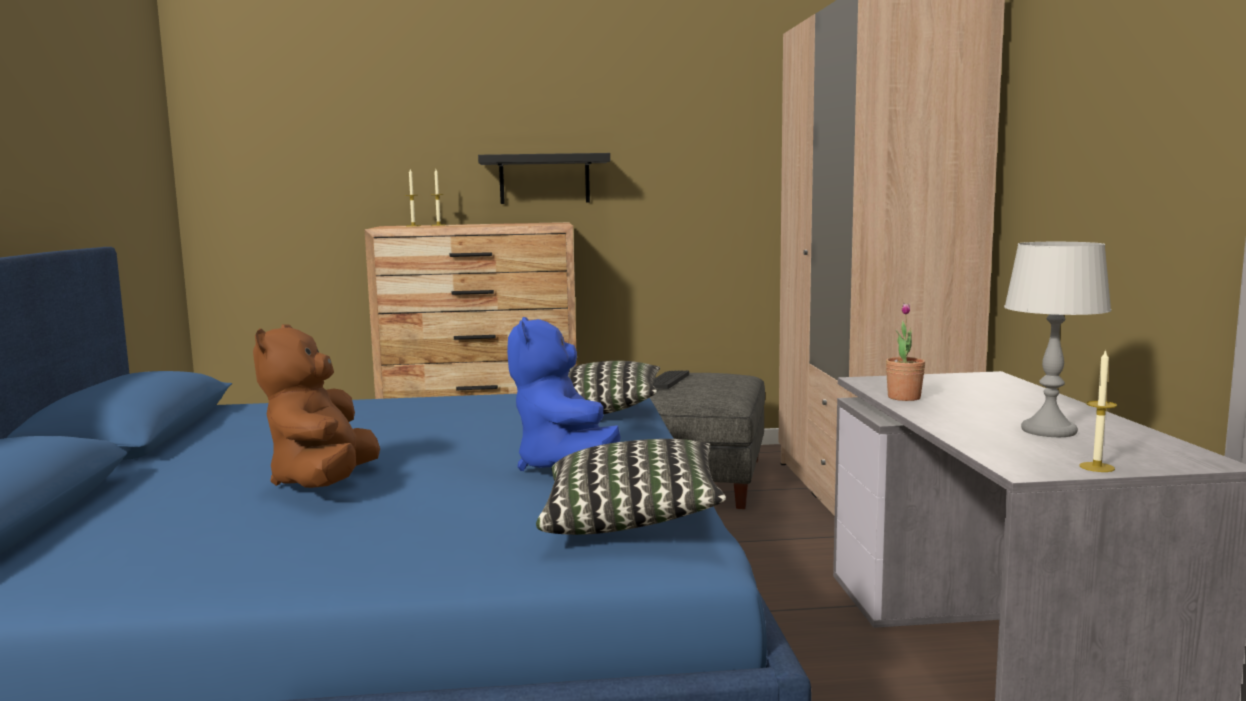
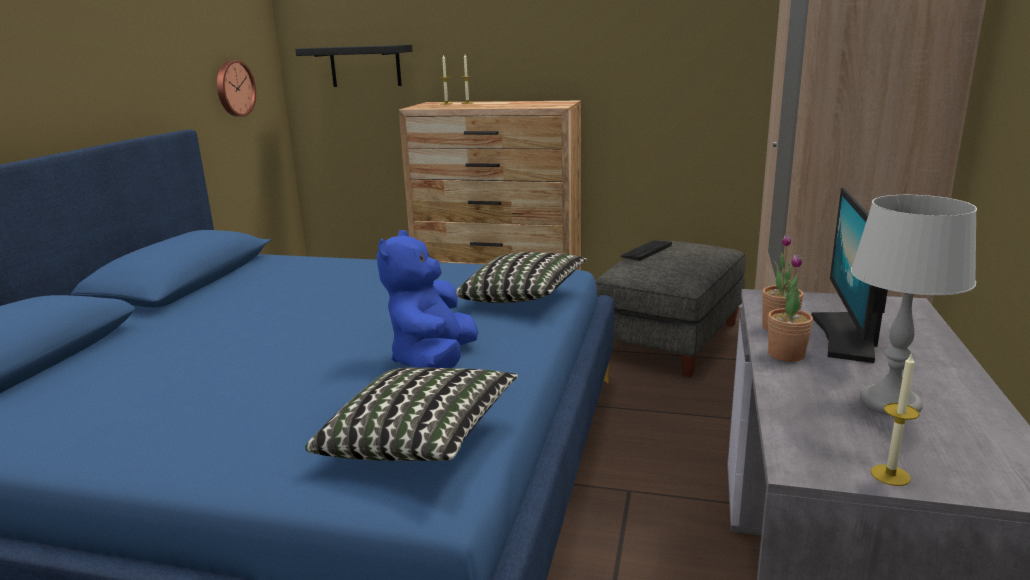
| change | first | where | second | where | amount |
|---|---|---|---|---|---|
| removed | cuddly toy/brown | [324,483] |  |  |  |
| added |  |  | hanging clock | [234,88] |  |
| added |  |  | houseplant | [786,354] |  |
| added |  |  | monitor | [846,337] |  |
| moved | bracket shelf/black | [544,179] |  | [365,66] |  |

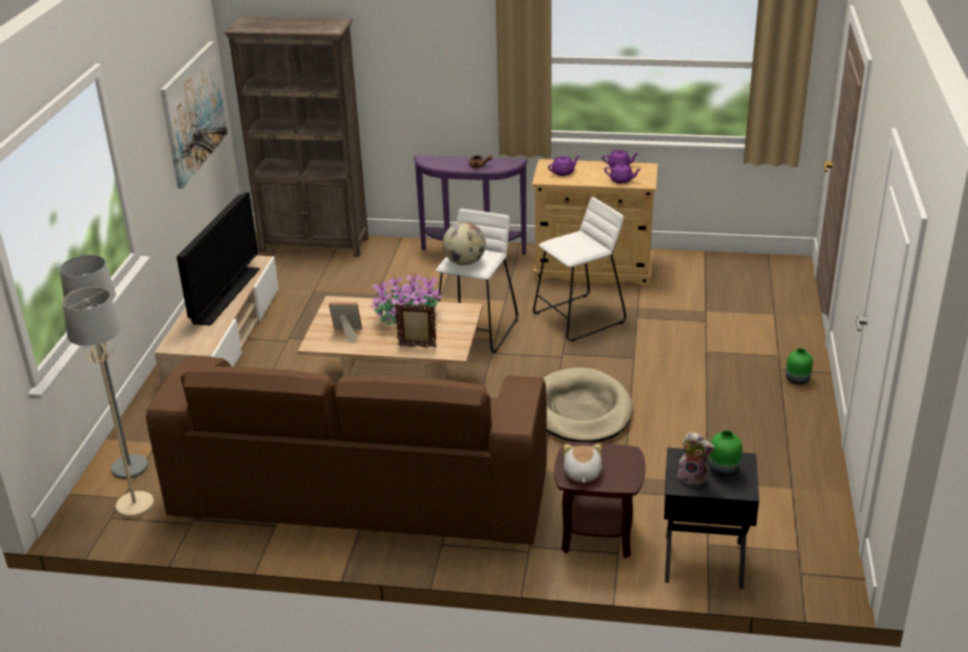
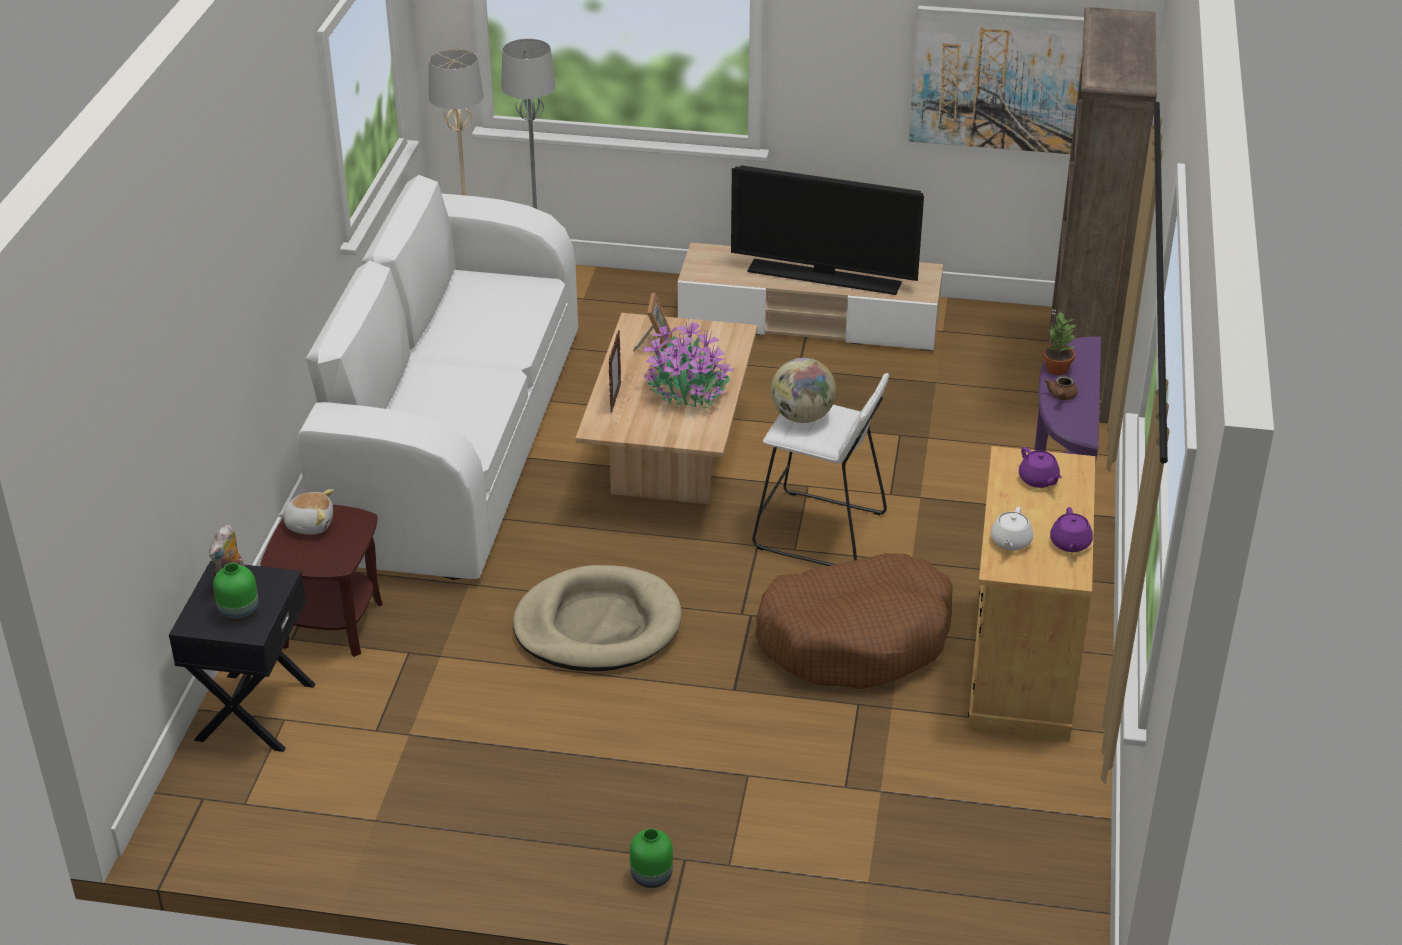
| change | first | where | second | where | amount |
|---|---|---|---|---|---|
| added |  |  | houseplant | [1056,368] |  |
| replaced | stool seat/whitish | [579,318] | pet bed/brown | [856,638] |  |
| recoloured | couch/brown | [361,494] | couch/whitish | [455,442] |  |
| recoloured | teapot/purple | [621,180] | teapot/whitish | [1010,542] |  |

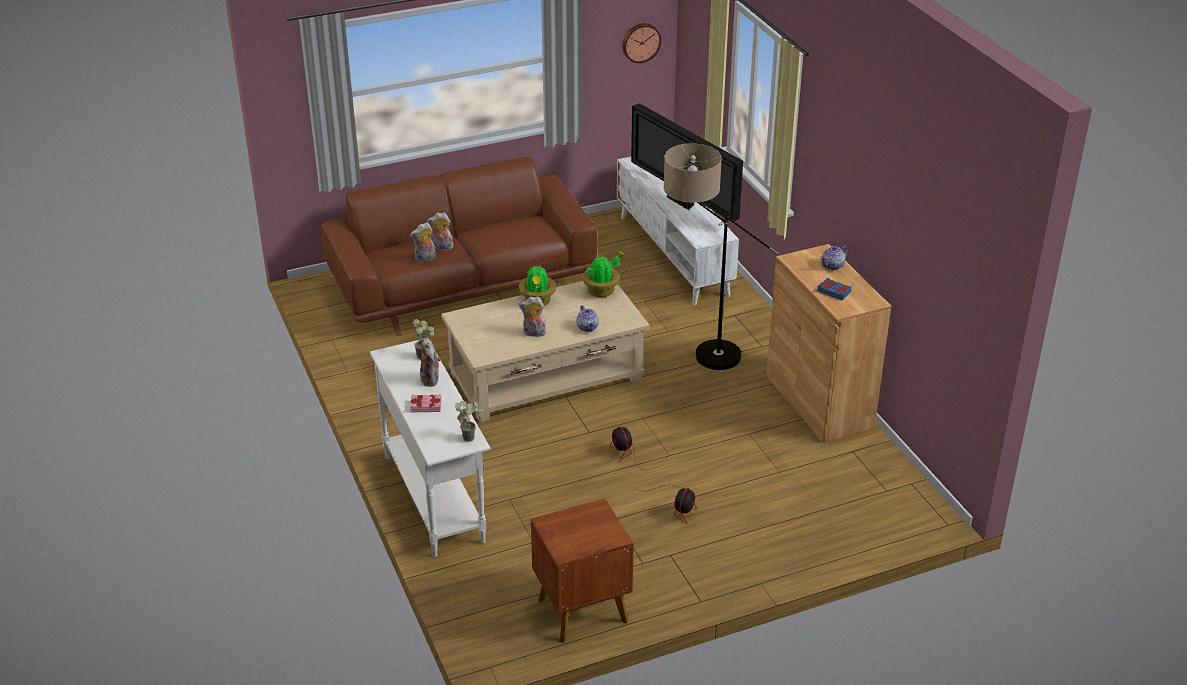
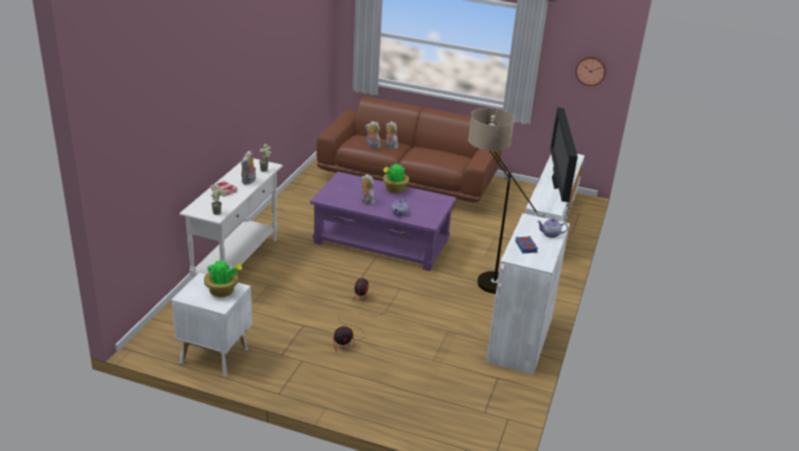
| change | first | where | second | where | amount |
|---|---|---|---|---|---|
| moved | houseplant | [602,291] |  | [223,291] |  |
| recoloured | lounge table/sand-coloured | [546,376] | lounge table/purple | [382,242] |  |
| recoloured | night table/brown | [581,610] | night table/whitish | [214,355] |  |
| recoloured | cupboard/brown | [819,401] | cupboard/whitish | [520,340] |  |

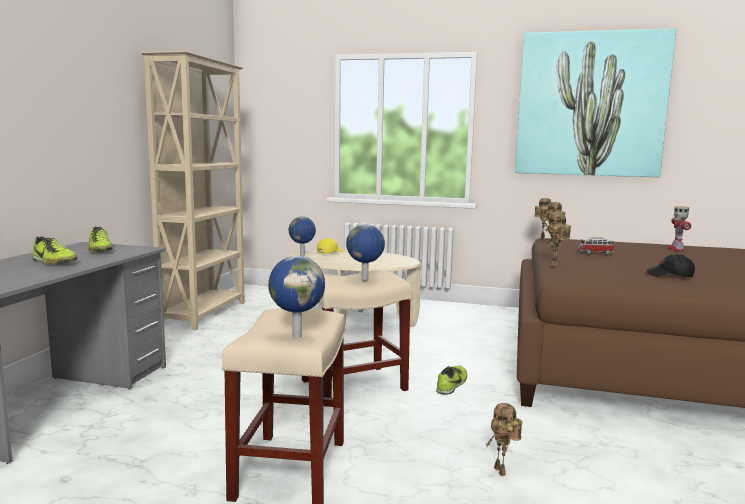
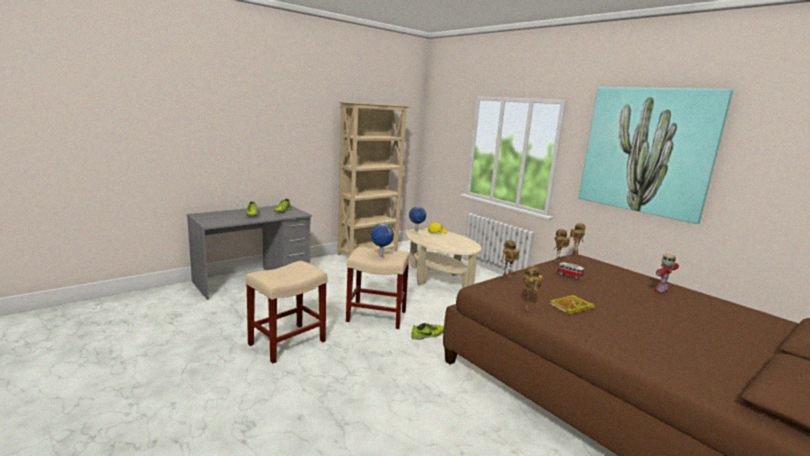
| change | first | where | second | where | amount |
|---|---|---|---|---|---|
| removed | globe | [297,336] |  |  |  |
| moved | model robot | [502,471] |  | [527,308] |  |
| replaced | baseball cap/black | [670,275] | volume | [570,307] |  |

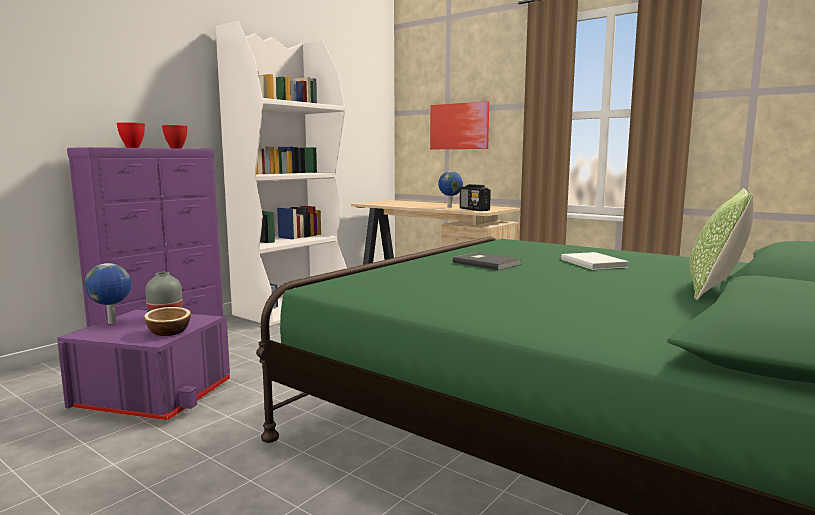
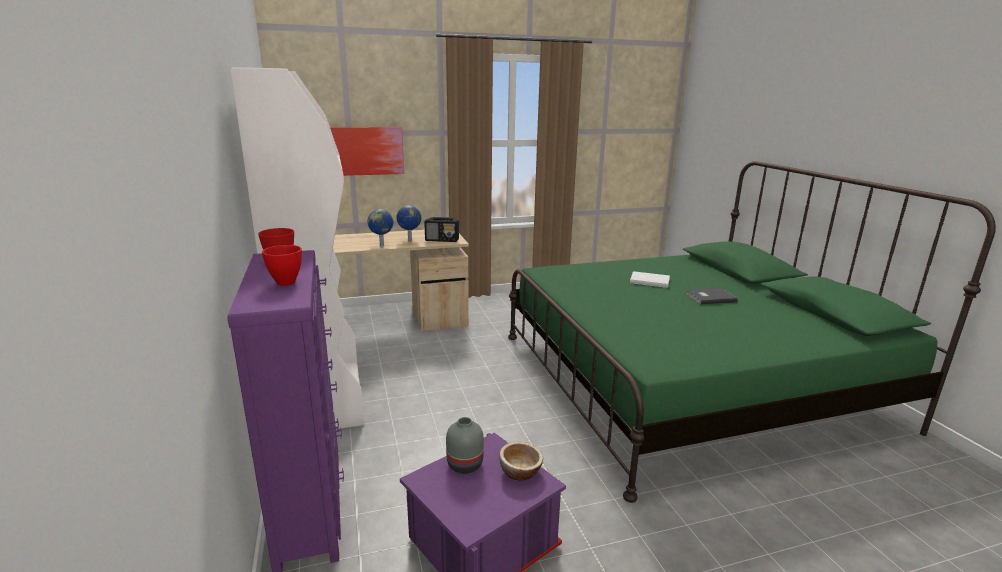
| change | first | where | second | where | amount |
|---|---|---|---|---|---|
| removed | cushion | [714,289] |  |  |  |
| moved | globe | [112,323] |  | [382,245] |  |
| moved | volume/grey | [487,263] |  | [709,297] |  |

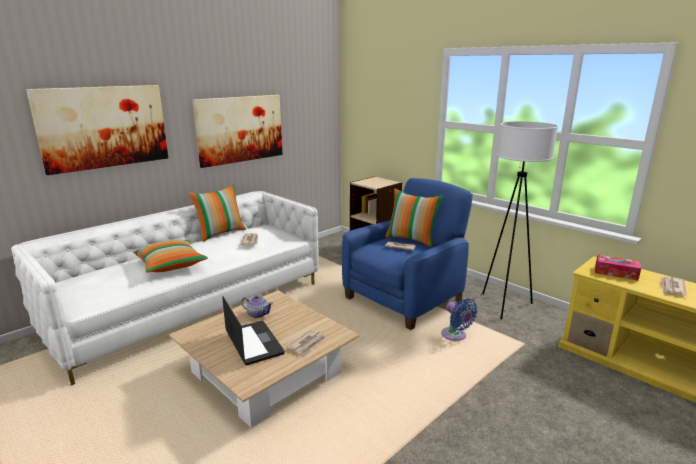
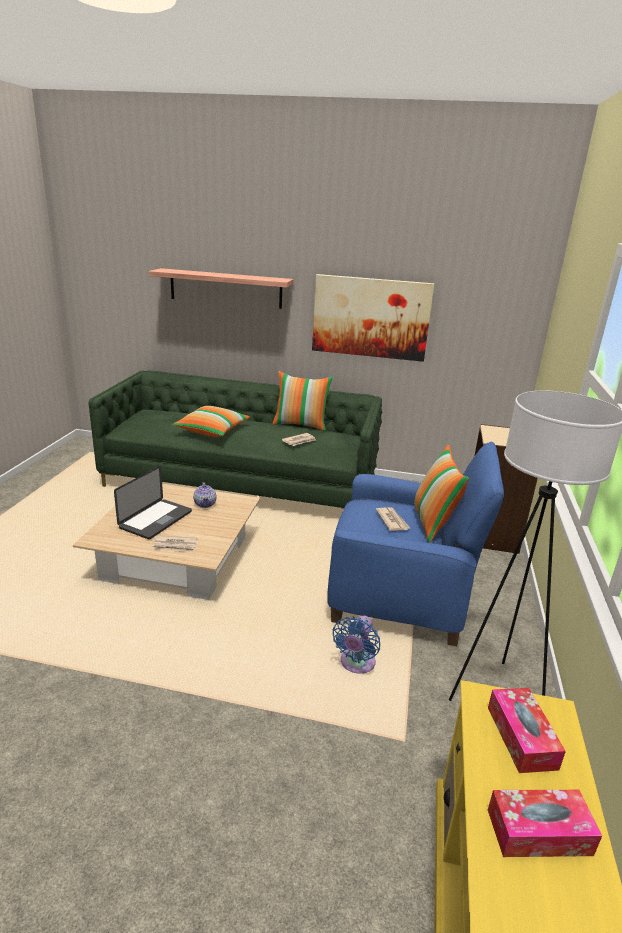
| change | first | where | second | where | amount |
|---|---|---|---|---|---|
| replaced | picture | [104,127] | bracket shelf | [225,288] |  |
| replaced | newspaper | [672,288] | tissue box | [539,832] |  |
| recoloured | couch/whitish | [192,307] | couch/greenish | [241,483] |  |

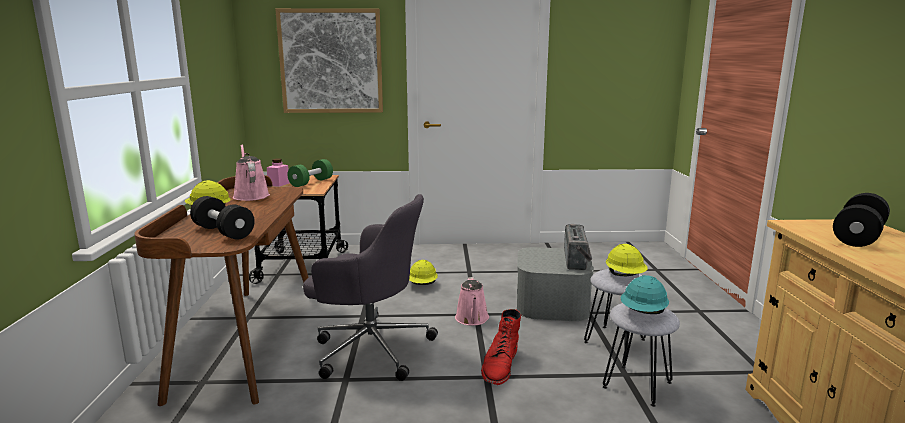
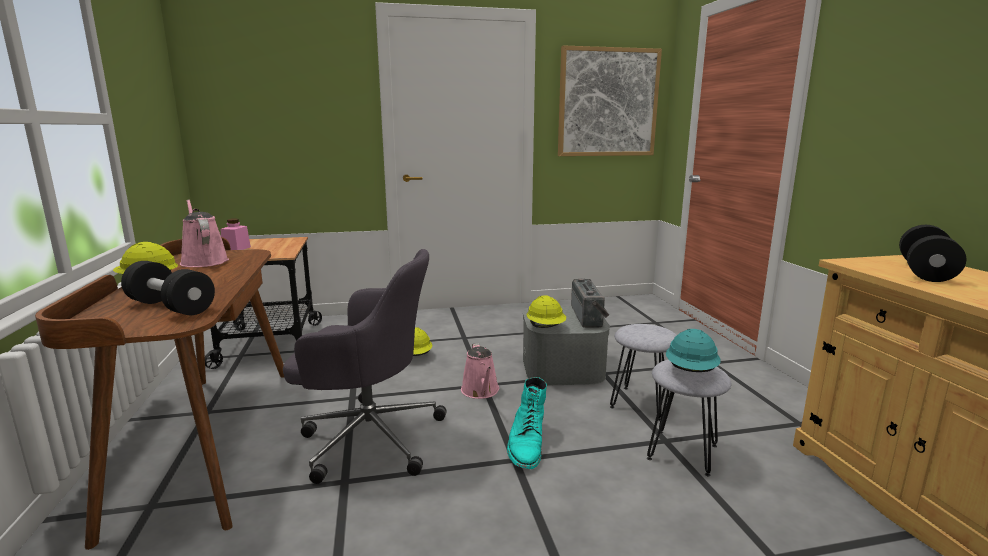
| change | first | where | second | where | amount |
|---|---|---|---|---|---|
| removed | hand weight/greenish | [311,182] |  |  |  |
| moved | picture | [331,61] |  | [608,103] |  |
| moved | safety helmet/yellow-coloured | [625,276] |  | [546,328] |  |
| recoloured | high-top boot/reddish | [500,365] | high-top boot/turquoise | [527,444] |  |

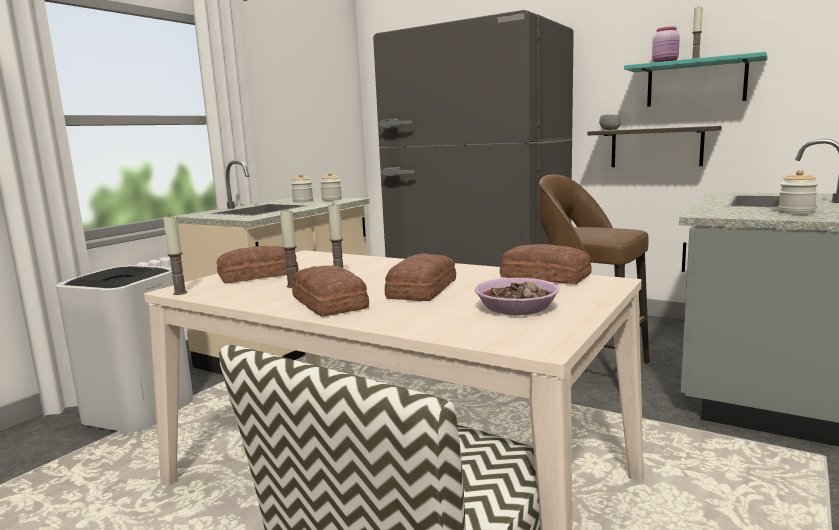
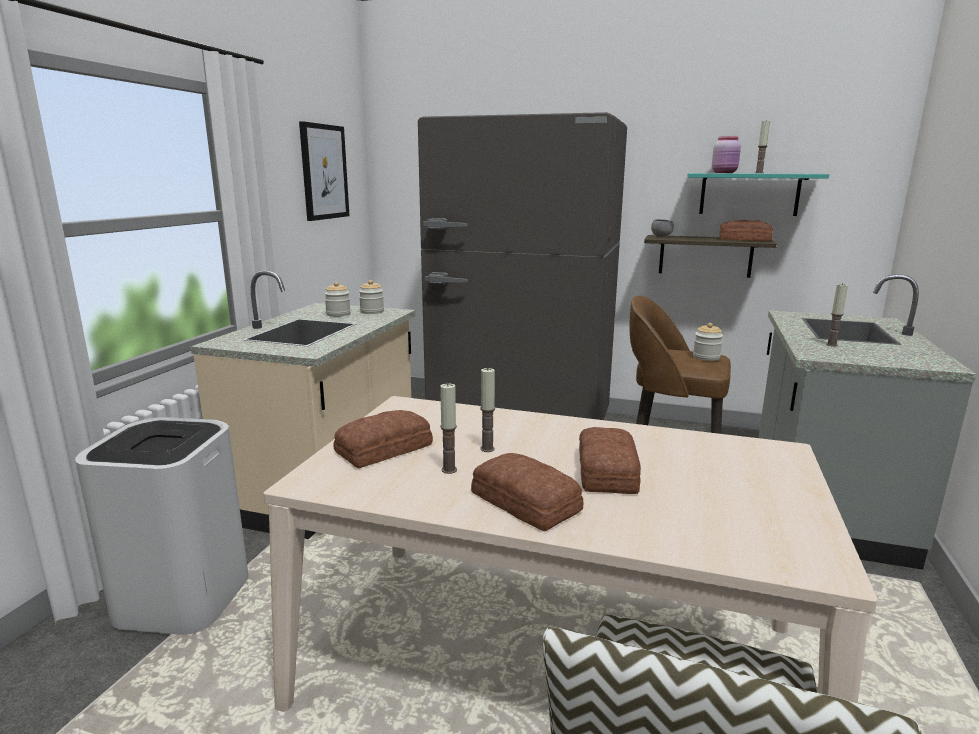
| change | first | where | second | where | amount |
|---|---|---|---|---|---|
| removed | serving bowl | [517,307] |  |  |  |
| added |  |  | picture | [324,172] |  |
| moved | candle | [180,293] |  | [831,345] |  |
| moved | bakery bread | [544,276] |  | [743,239] |  |
| moved | preserve jar | [796,212] |  | [706,357] |  |

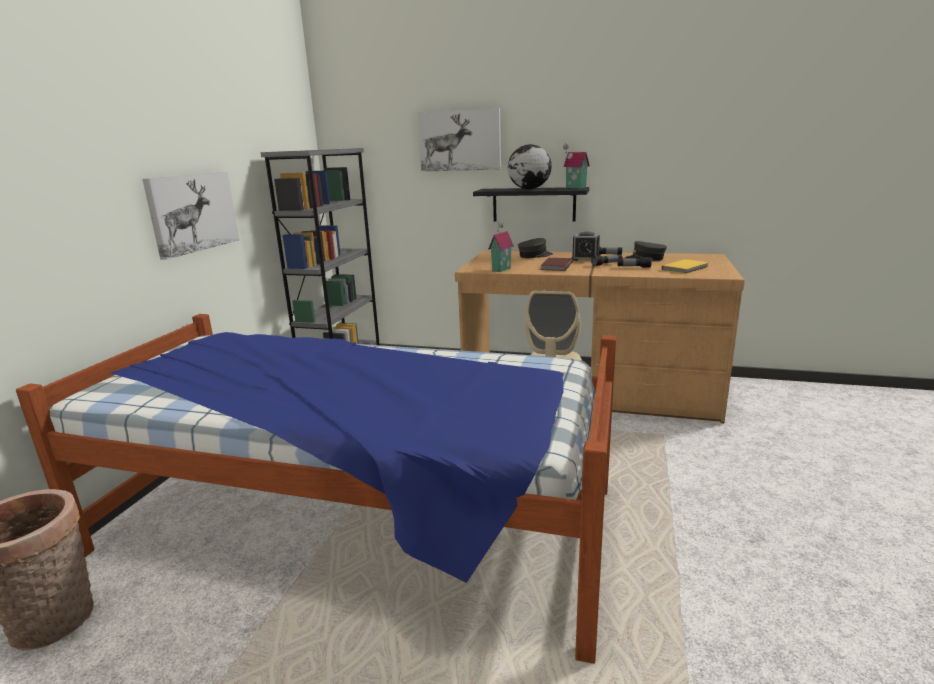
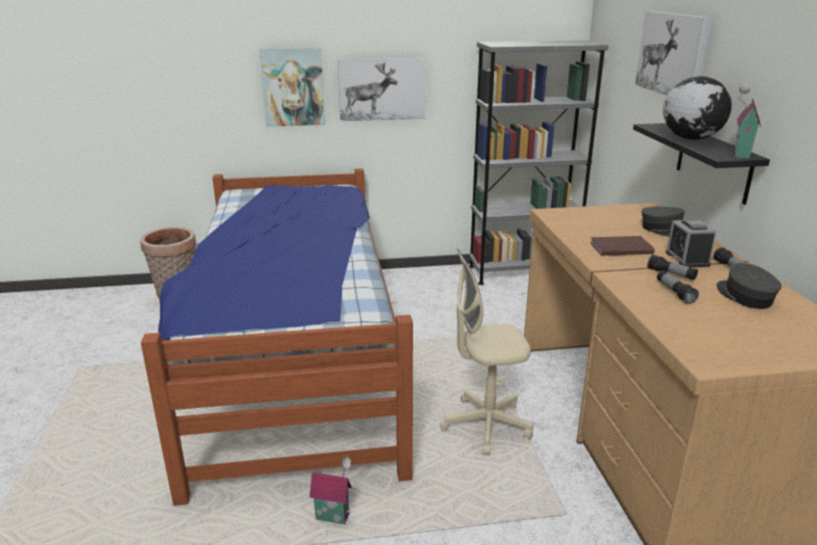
| change | first | where | second | where | amount |
|---|---|---|---|---|---|
| removed | volume/yellow-coloured | [686,268] |  |  |  |
| added |  |  | picture | [293,87] |  |
| moved | miniature house | [500,269] |  | [333,516] |  |

